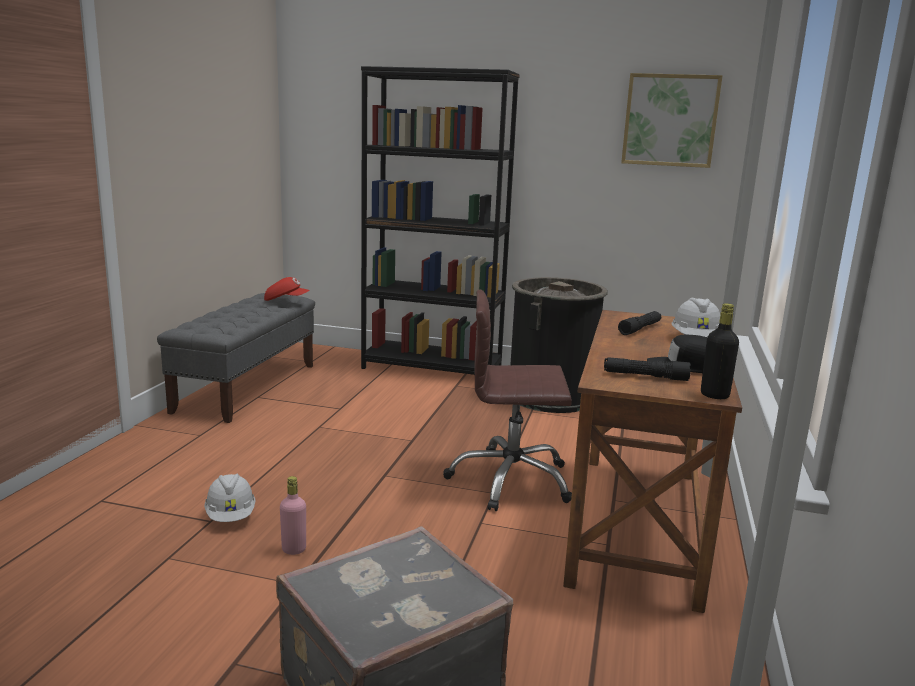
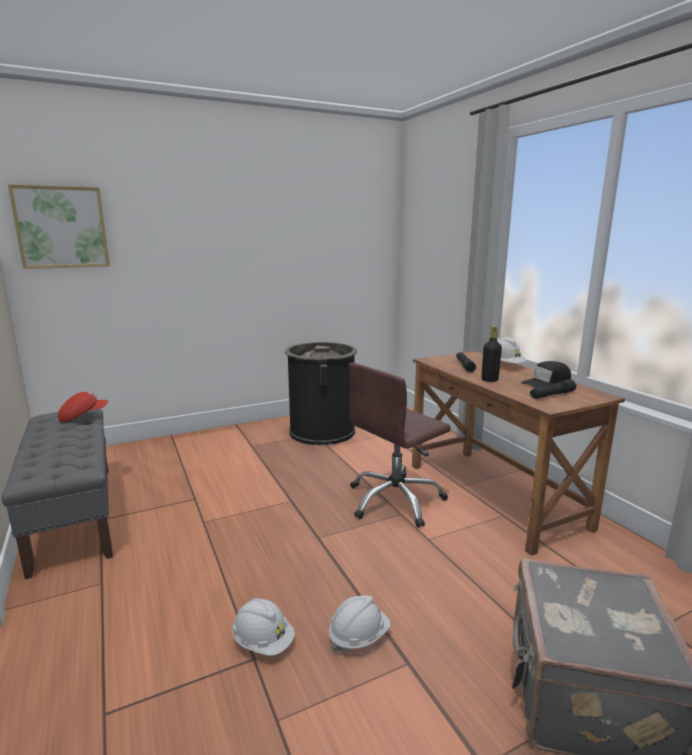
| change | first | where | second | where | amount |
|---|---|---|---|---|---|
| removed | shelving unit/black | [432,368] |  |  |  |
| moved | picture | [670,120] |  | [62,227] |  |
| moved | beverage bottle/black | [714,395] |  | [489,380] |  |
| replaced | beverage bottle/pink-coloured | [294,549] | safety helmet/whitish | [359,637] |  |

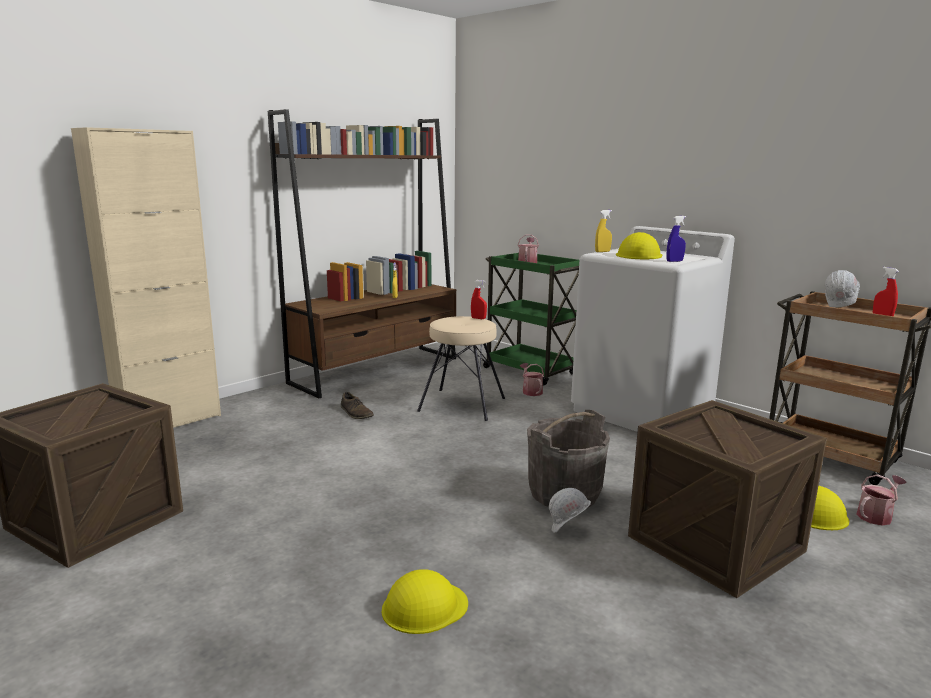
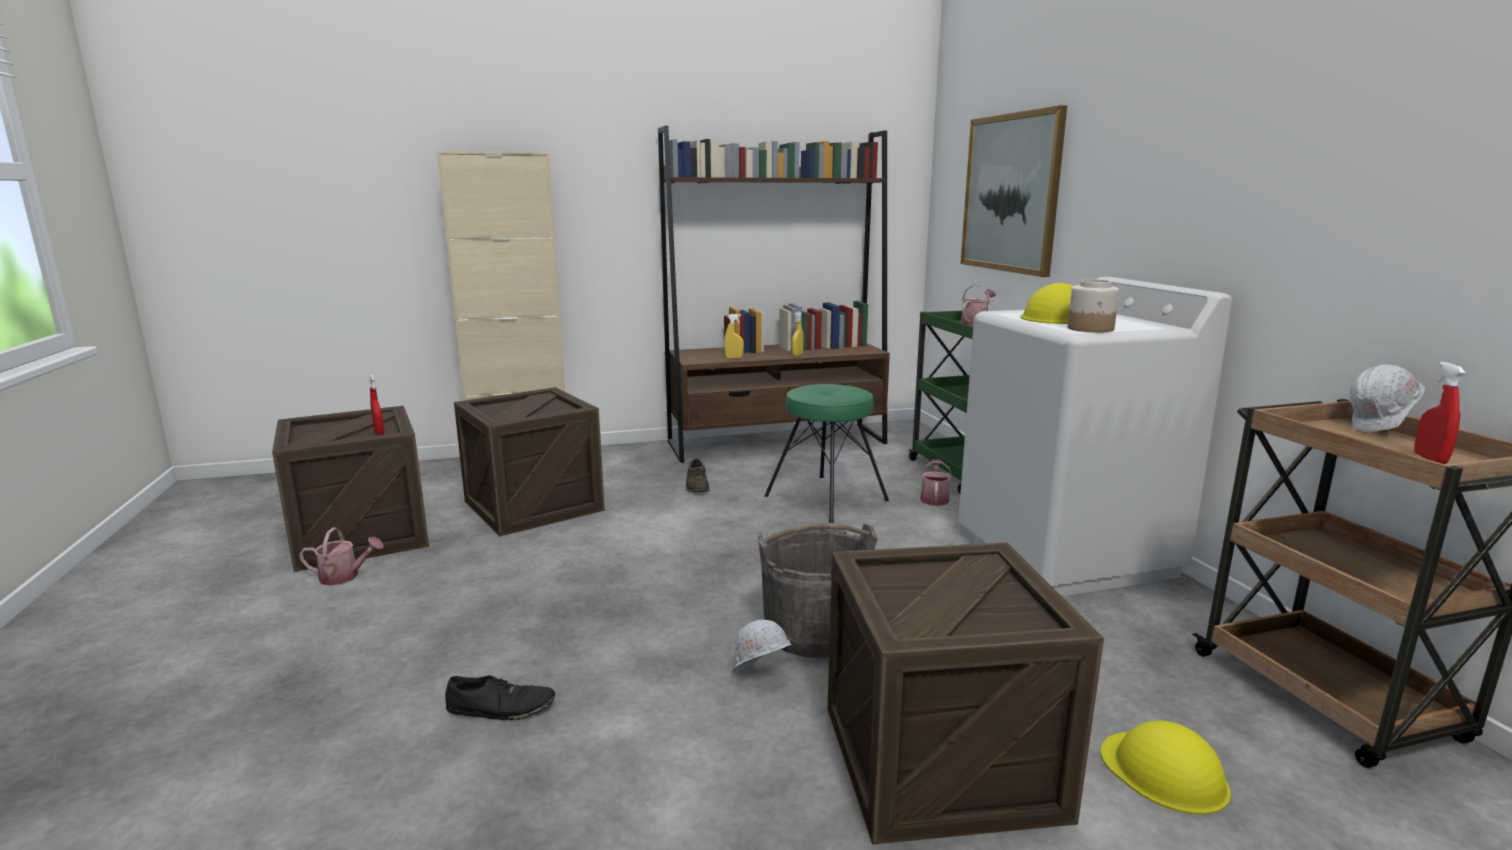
| change | first | where | second | where | amount |
|---|---|---|---|---|---|
| added |  |  | crate | [533,506] |  |
| added |  |  | picture | [1011,193] |  |
| moved | sprayer/reddish | [478,318] |  | [379,433] |  |
| moved | sprayer/yellow-coloured | [602,251] |  | [734,358] |  |
| moved | watering can | [876,515] |  | [344,577] |  |
| replaced | safety helmet/yellow-coloured | [424,607] | shoe/black | [501,708] |  |
| replaced | sprayer/blue-coloured | [674,261] | preserve jar | [1091,329] |  |
| recoloured | stool seat/sand-coloured | [462,404] | stool seat/greenish | [826,497] |  |

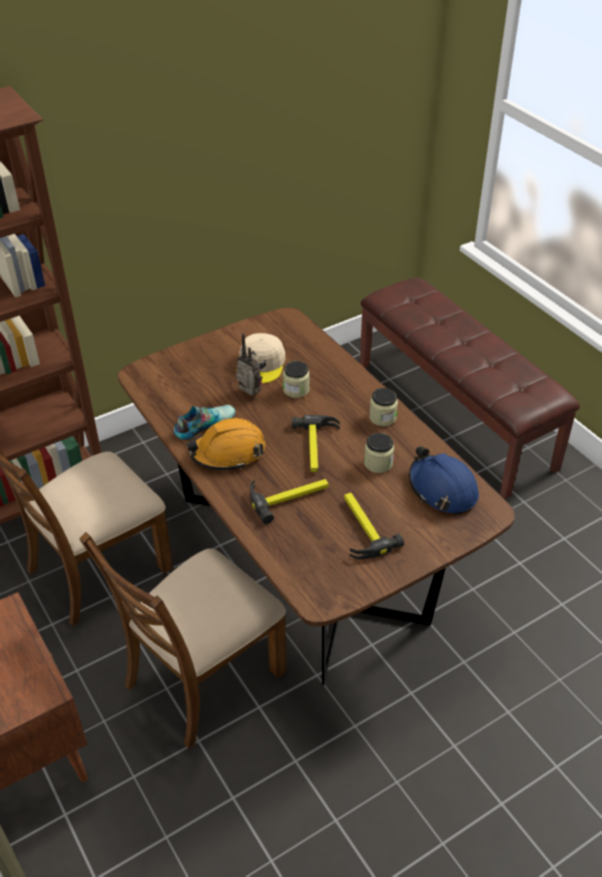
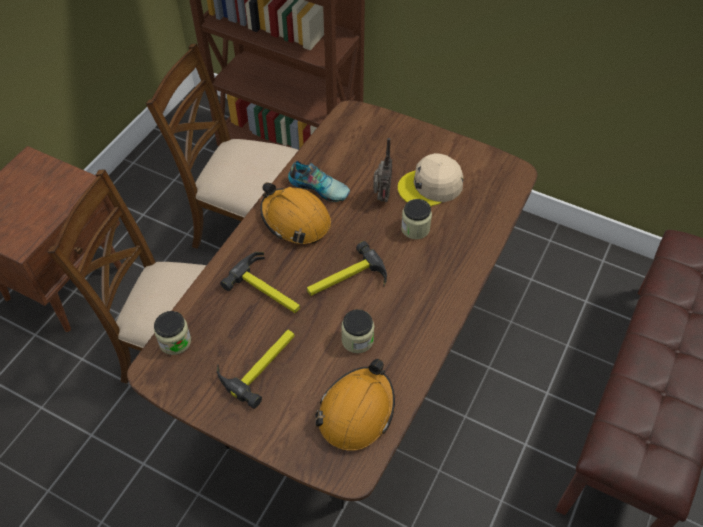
| change | first | where | second | where | amount |
|---|---|---|---|---|---|
| moved | preserve jar | [382,417] |  | [175,341] |  |
| recoloured | safety helmet/blue-coloured | [442,489] | safety helmet/orangey | [356,411] |  |

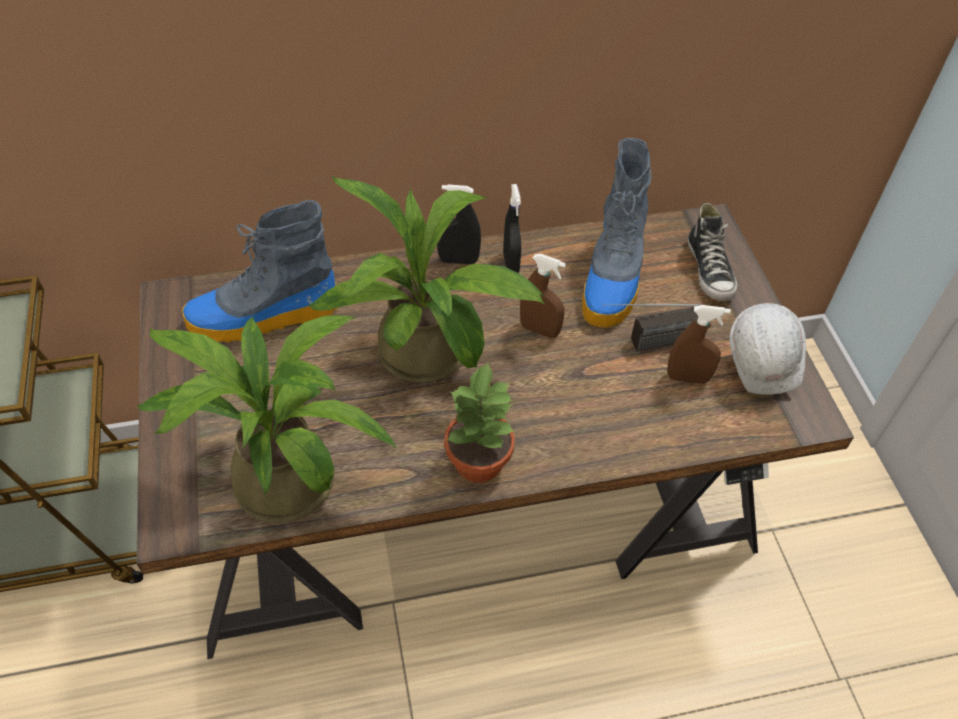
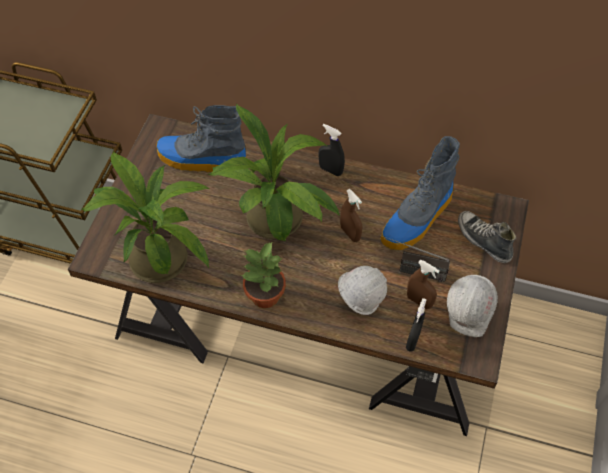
| change | first | where | second | where | amount |
|---|---|---|---|---|---|
| added |  |  | safety helmet/whitish | [359,302] |  |
| moved | sprayer/black | [511,263] |  | [413,340] |  |
| turned | shoe | [710,271] |  | [483,240] | 120 degrees clockwise |

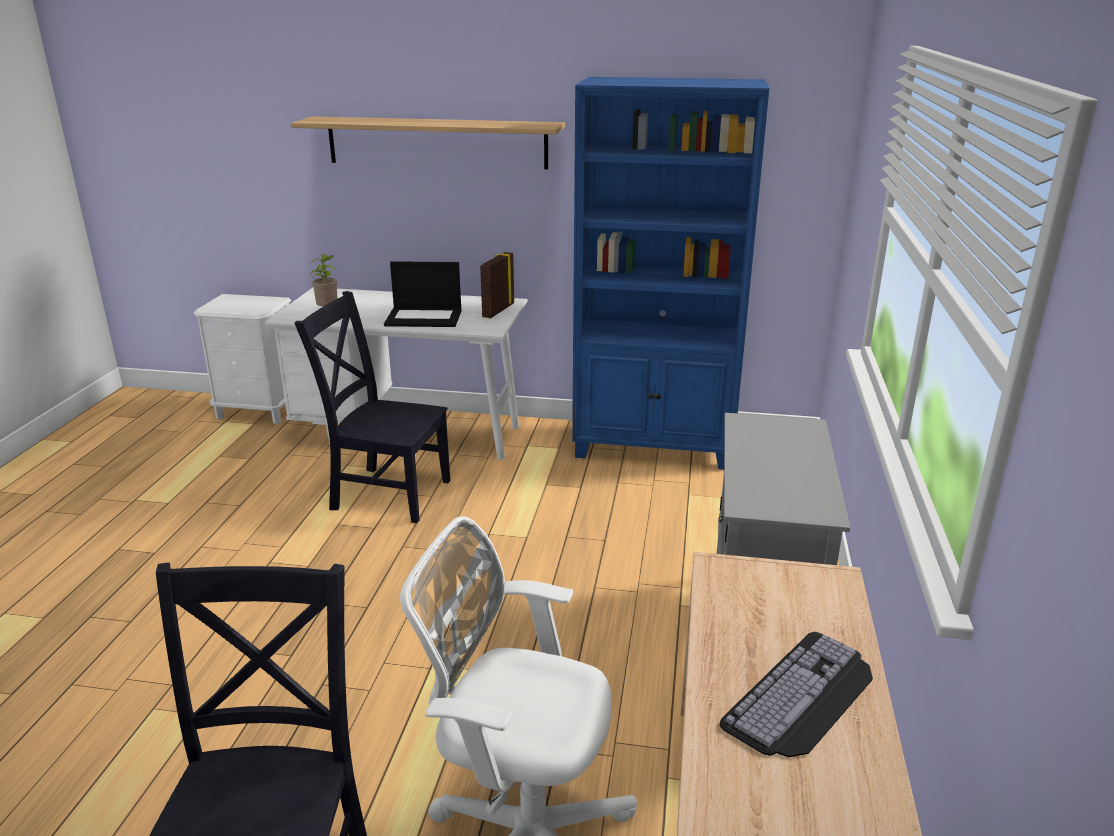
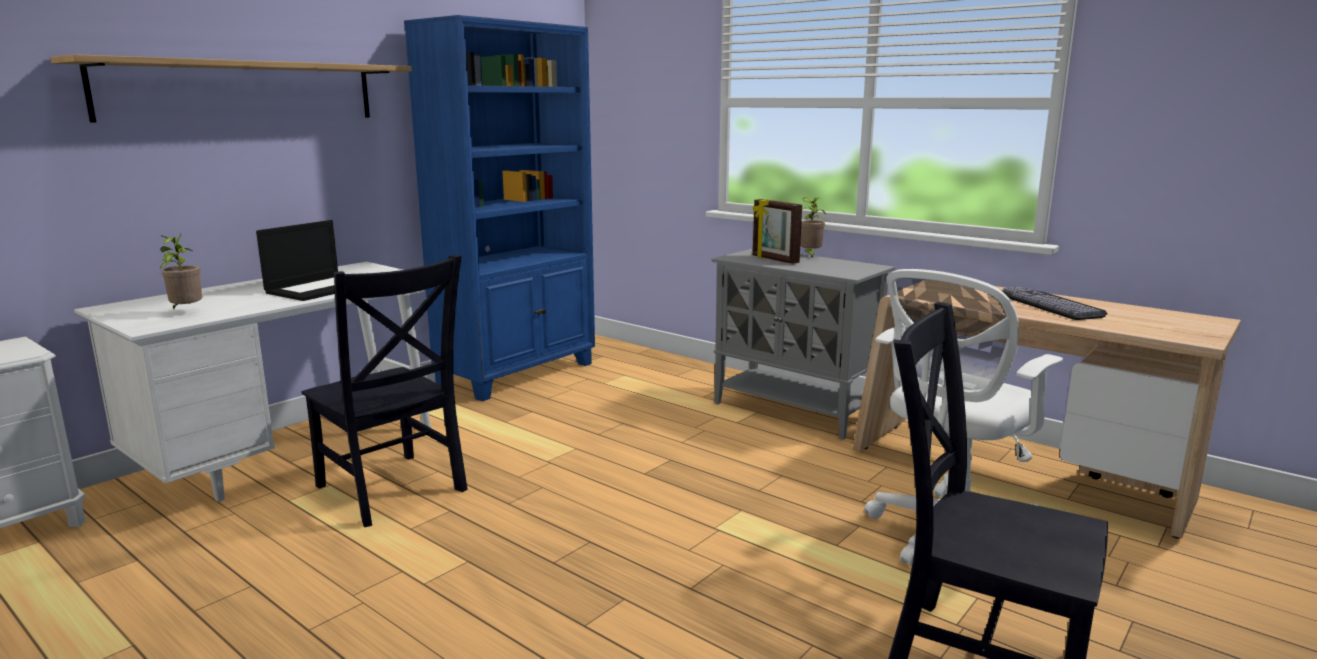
| change | first | where | second | where | amount |
|---|---|---|---|---|---|
| added |  |  | houseplant | [810,255] |  |
| moved | photo frame | [497,310] |  | [774,260] |  |
| turned | plain chair/black | [386,493] |  | [393,491] | 90 degrees counterclockwise |

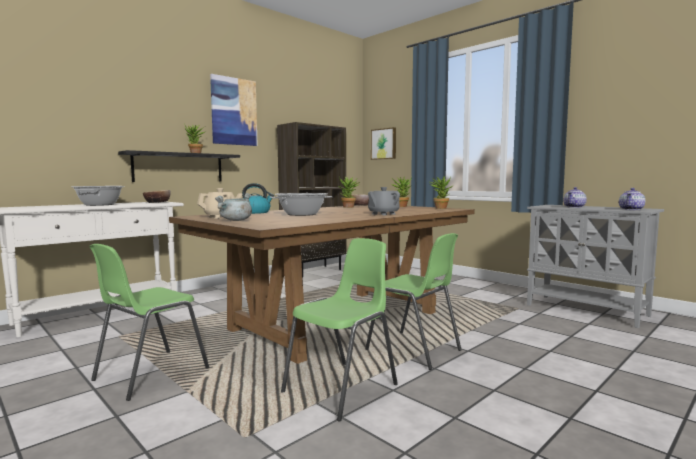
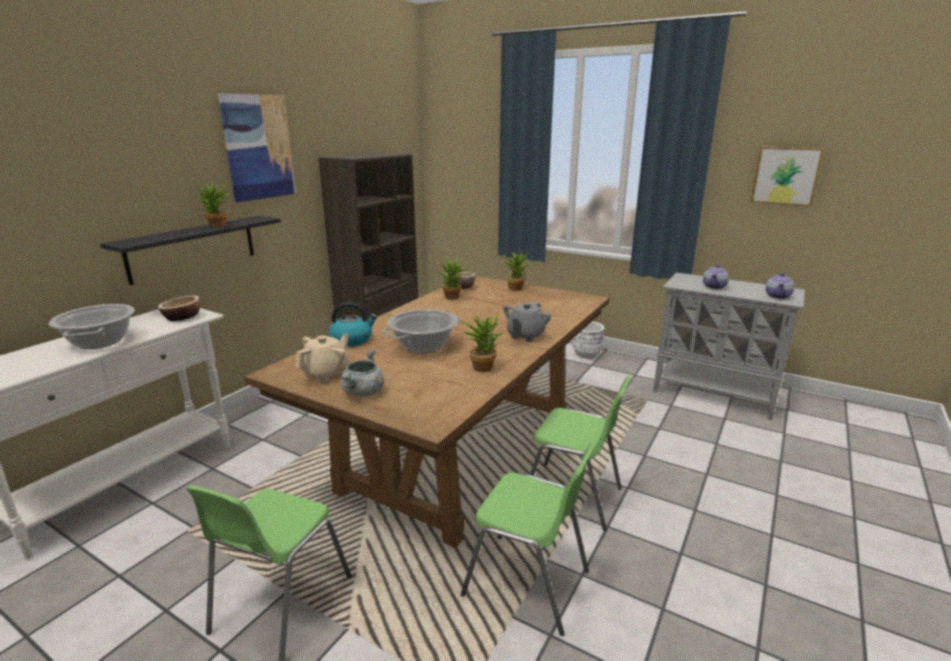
| change | first | where | second | where | amount |
|---|---|---|---|---|---|
| added |  |  | flower pot/whitish | [587,354] |  |
| moved | picture | [384,144] |  | [786,175] |  |
| moved | houseplant | [440,208] |  | [481,366] |  |
| turned | plain chair/greenish | [342,388] |  | [528,584] | 90 degrees clockwise |

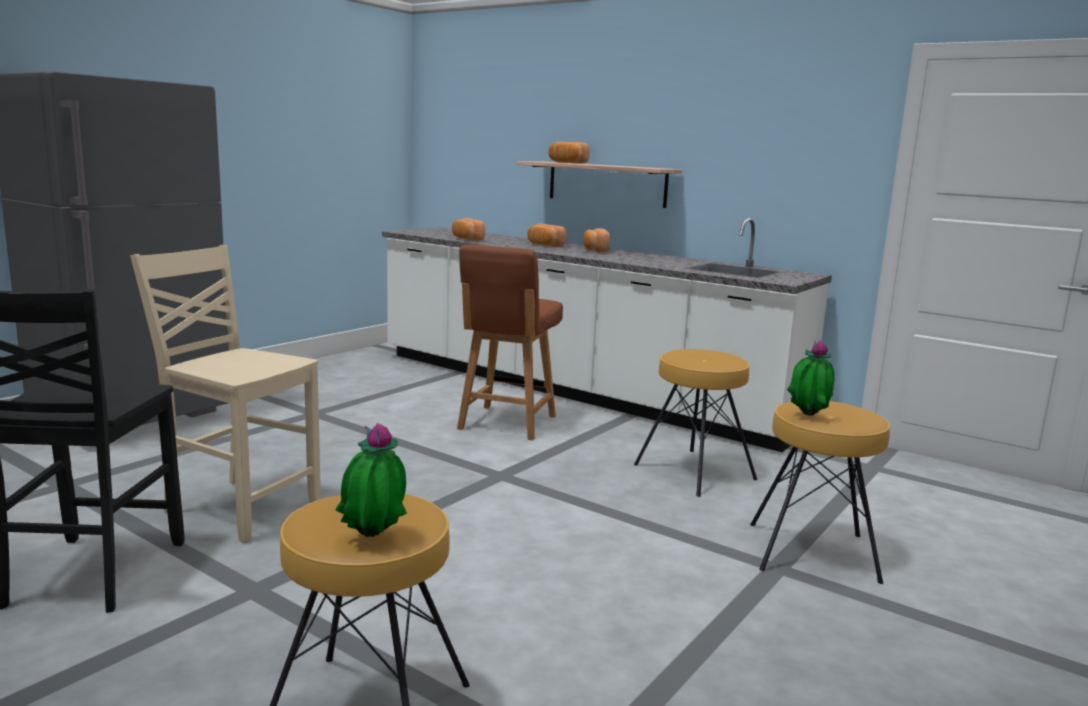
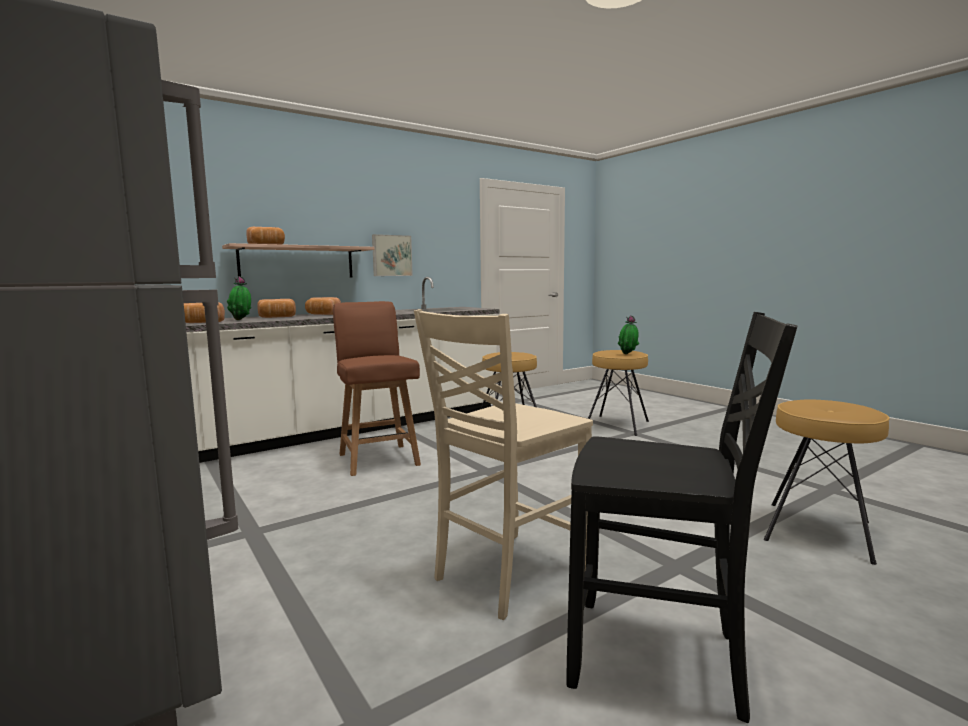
| change | first | where | second | where | amount |
|---|---|---|---|---|---|
| added |  |  | picture | [391,255] |  |
| moved | houseplant | [373,539] |  | [241,320] |  |
| turned | plain chair/brown | [506,423] |  | [378,459] | 150 degrees counterclockwise |

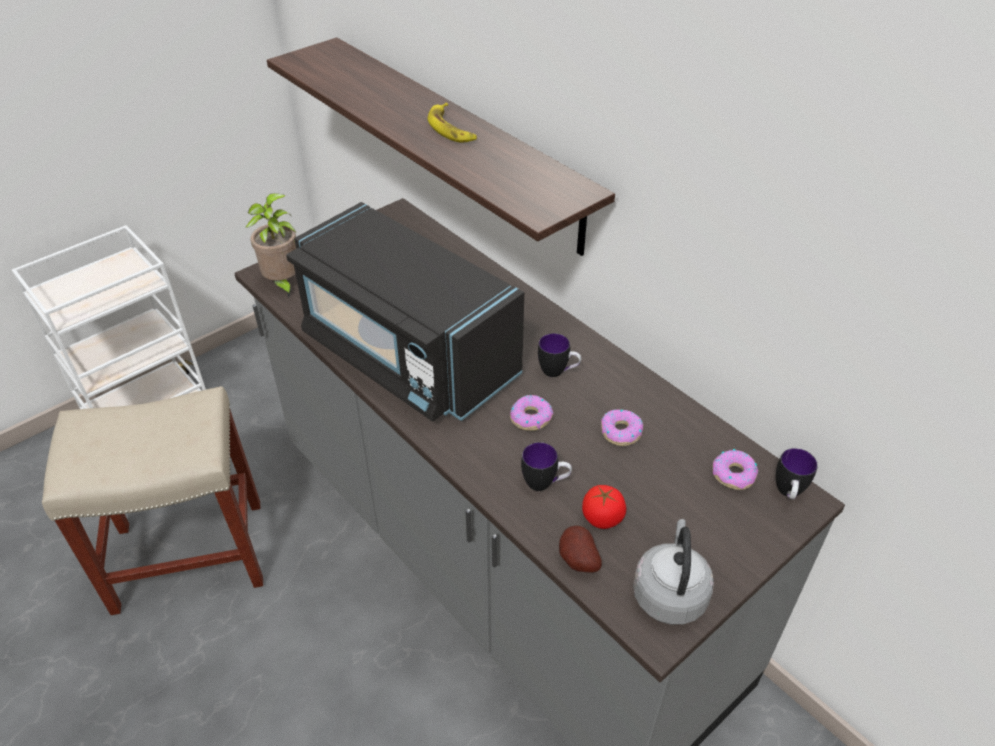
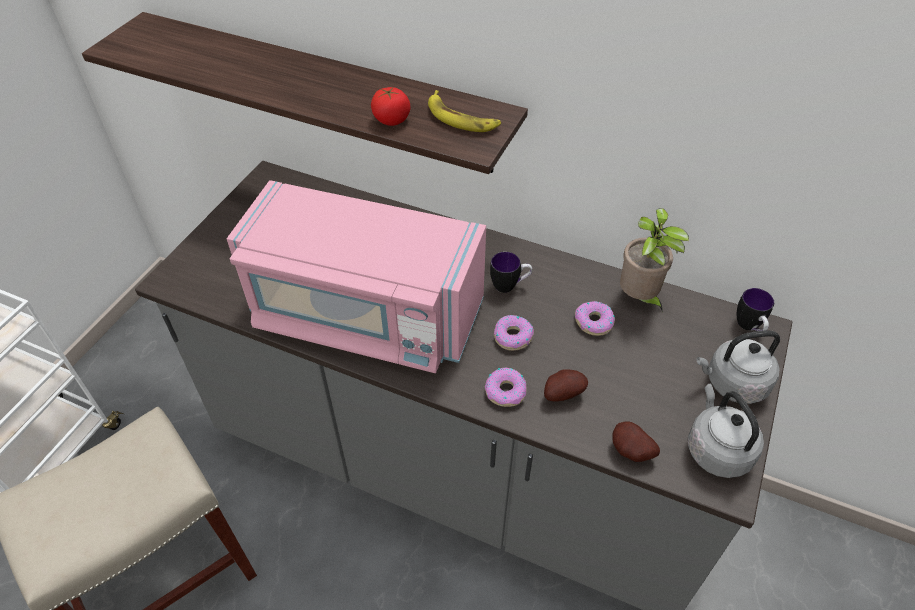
| change | first | where | second | where | amount |
|---|---|---|---|---|---|
| added |  |  | water kettle/grey | [732,384] |  |
| moved | houseplant | [283,284] |  | [639,298] |  |
| moved | whole banana | [451,129] |  | [461,118] |  |
| moved | fresh tomato | [602,517] |  | [391,120] |  |
| moved | doughnut | [734,474] |  | [506,391] |  |
| replaced | coffee mug | [545,483] | whole potato | [562,393] |  |
| recoloured | microwave/black | [407,354] | microwave/pink-coloured | [365,315] |  |

